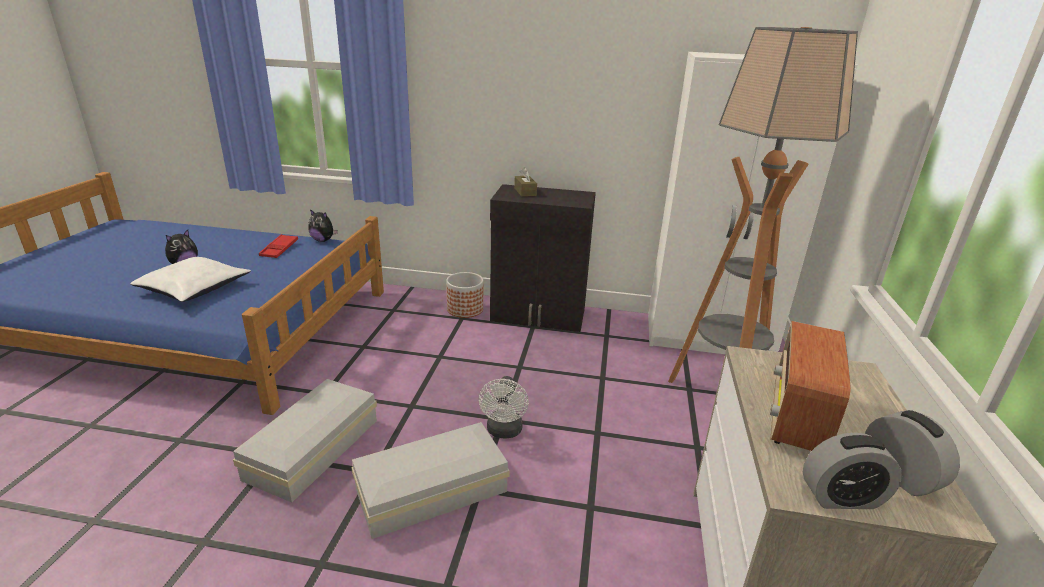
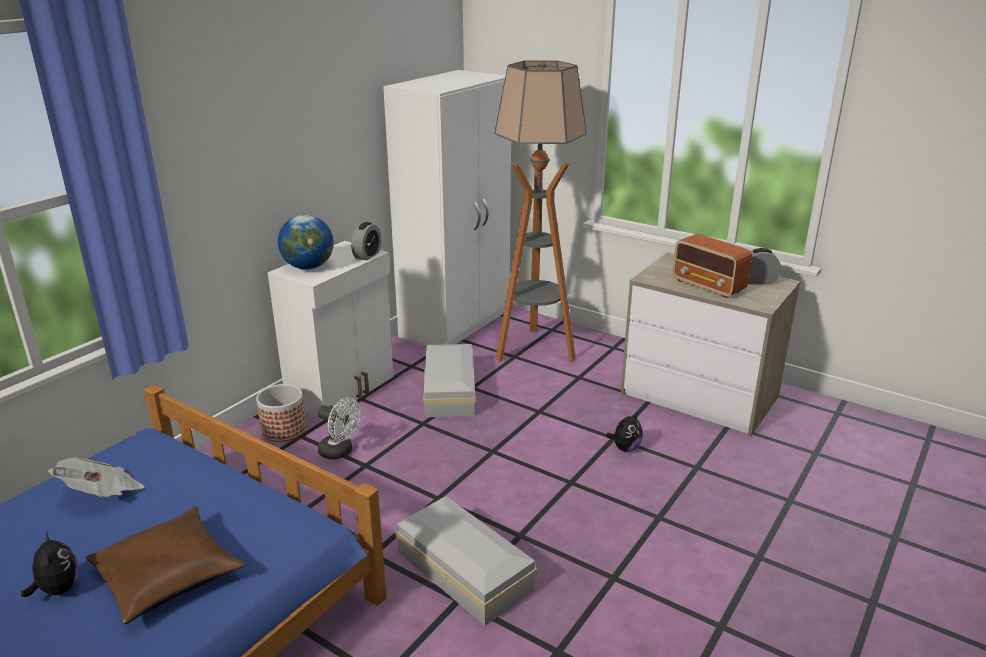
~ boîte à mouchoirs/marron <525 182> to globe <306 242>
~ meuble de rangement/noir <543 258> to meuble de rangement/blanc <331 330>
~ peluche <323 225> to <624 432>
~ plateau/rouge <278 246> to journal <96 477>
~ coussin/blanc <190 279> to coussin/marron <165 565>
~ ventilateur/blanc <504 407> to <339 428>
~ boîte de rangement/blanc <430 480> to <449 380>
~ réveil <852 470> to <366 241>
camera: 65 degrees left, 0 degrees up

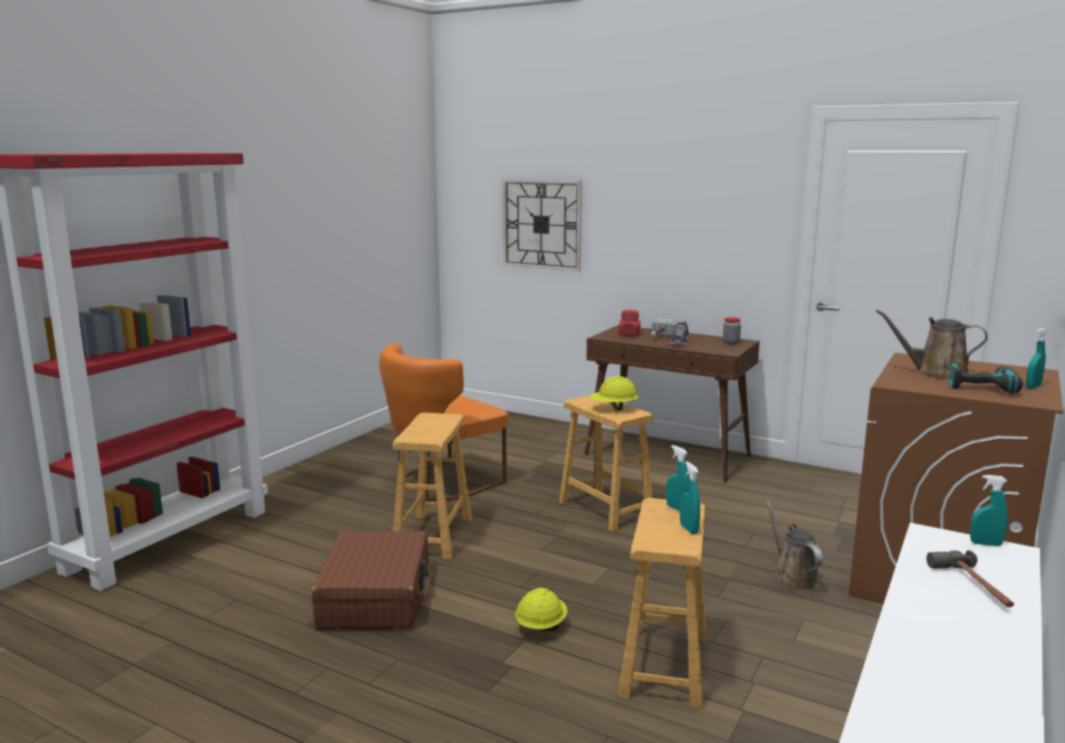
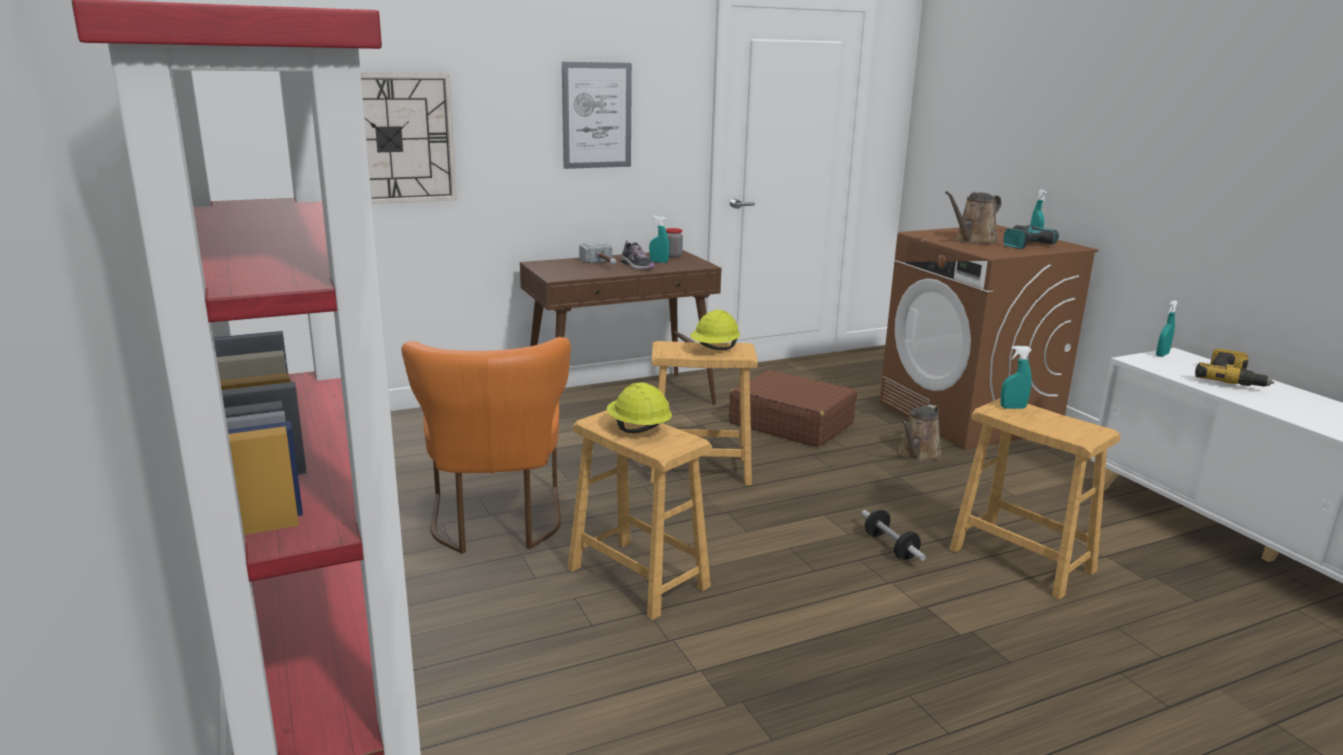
- bocal/rouge <629 323>
~ vaporisateur/turquoise <690 498> to <659 239>
~ arrosoir/marron <794 546> = <920 433> 75 degrees counterclockwise
~ valise/marron <371 579> to <793 408>
~ marteau <970 578> to perceuse <1234 367>
~ casque de chantier/jaune <541 609> to <639 407>
+ tableau <597 115>
+ haltère <893 535>
camera: 55 degrees left, 5 degrees up

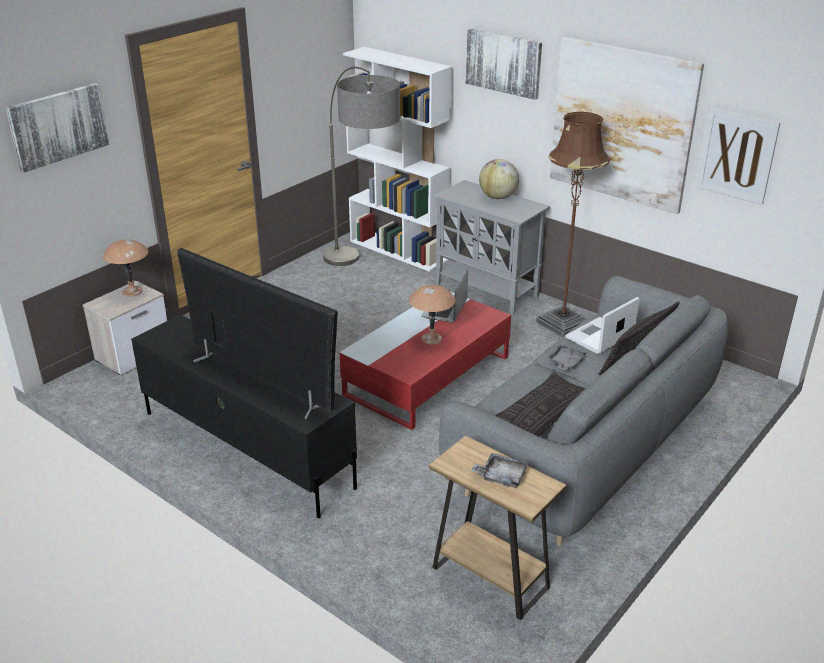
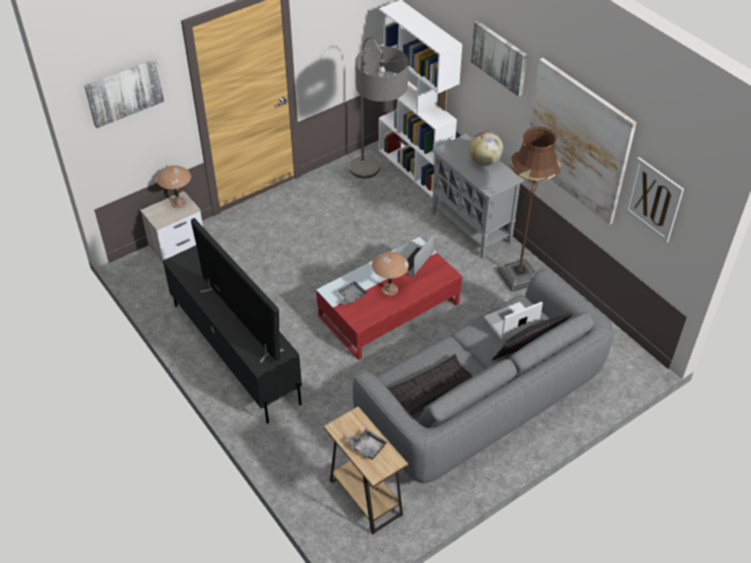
~ plateau/gris <566 357> to <352 293>
camera: 15 degrees right, 15 degrees up

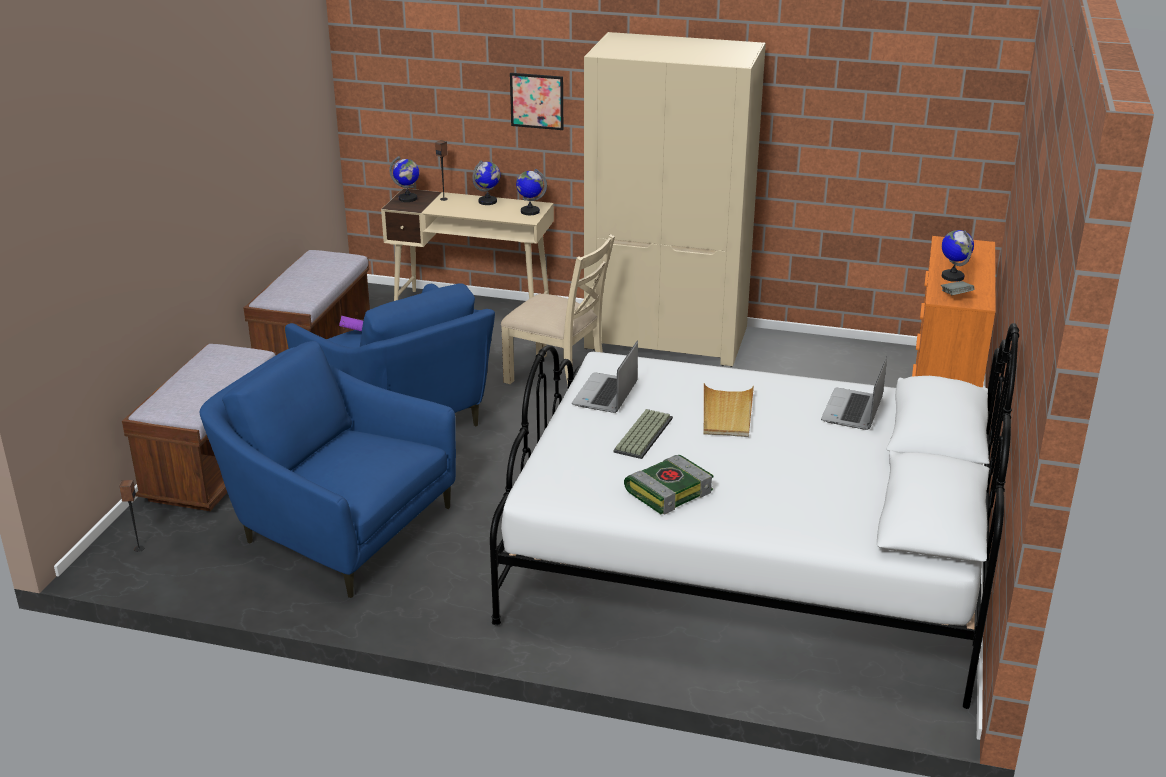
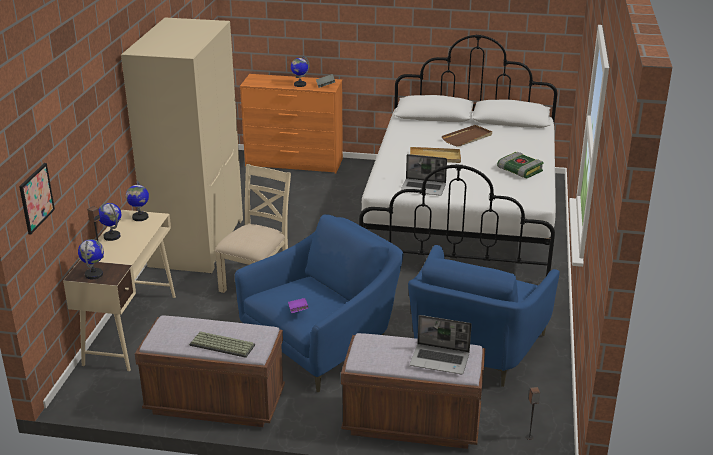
~ tableau <536 101> to <37 199>
~ ordinateur portable <854 393> to <441 344>
~ clavier <643 434> to <222 344>
+ plateau/marron <467 136>
camera: 95 degrees left, 0 degrees up

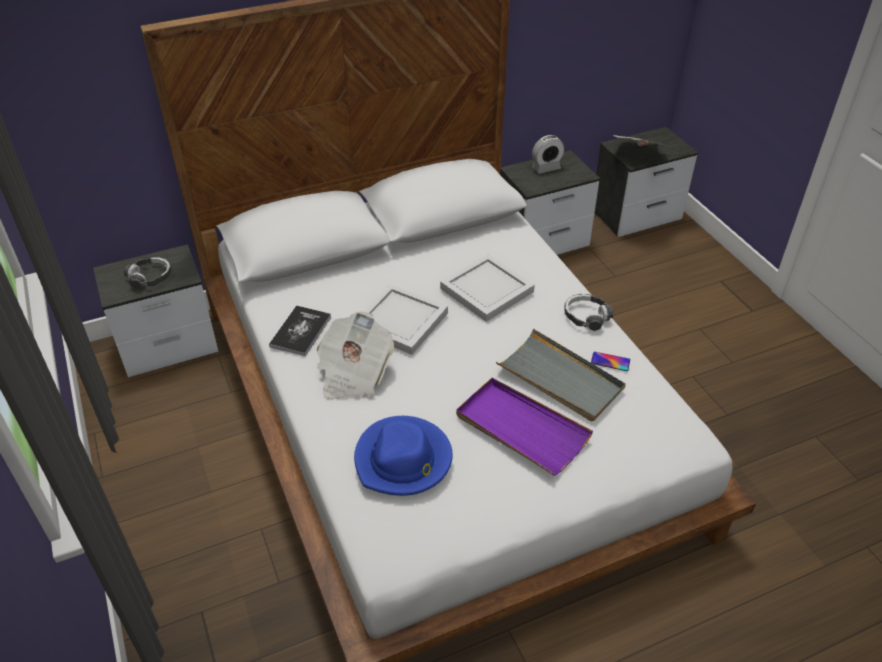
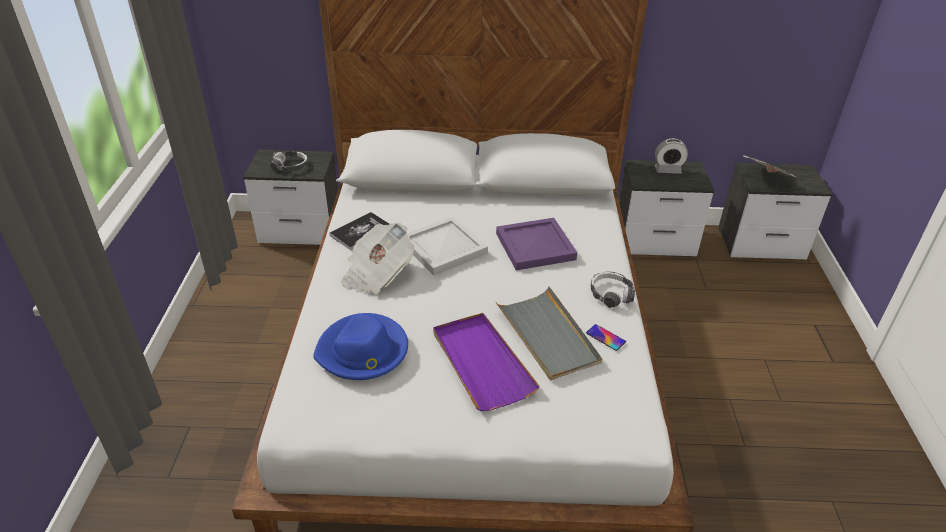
~ plateau/blanc <487 288> to plateau/violet <536 244>
camera: 25 degrees right, 5 degrees down

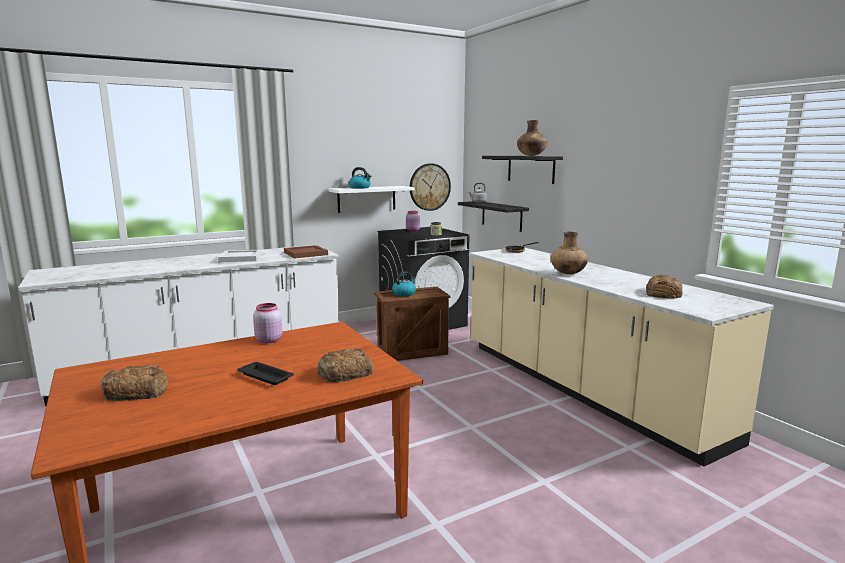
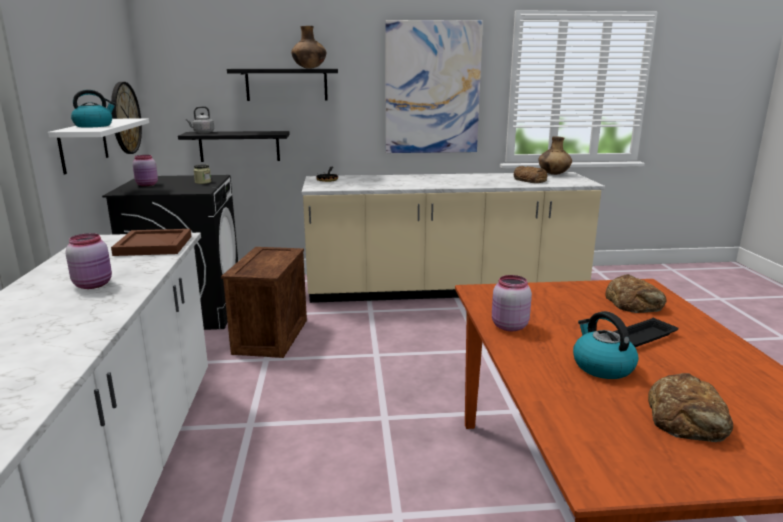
~ vase/marron <569 253> to <555 155>
~ plateau/blanc <239 256> to bocal/rose <89 261>
~ bouilloire <404 283> to <606 345>
+ tableau <434 86>
camera: 65 degrees left, 5 degrees up

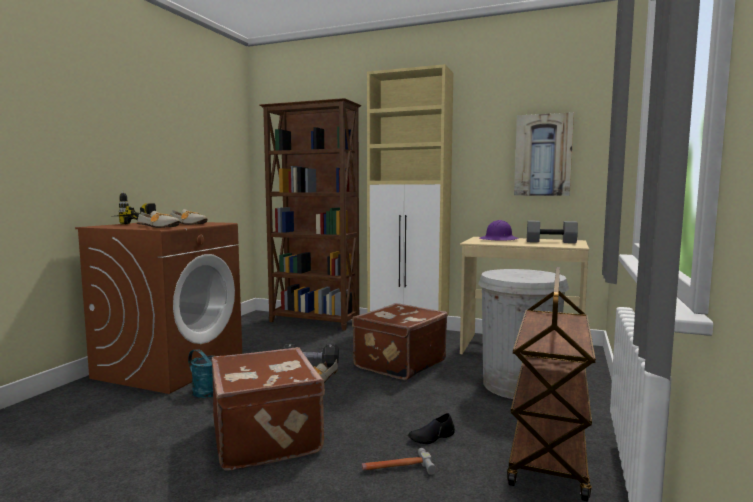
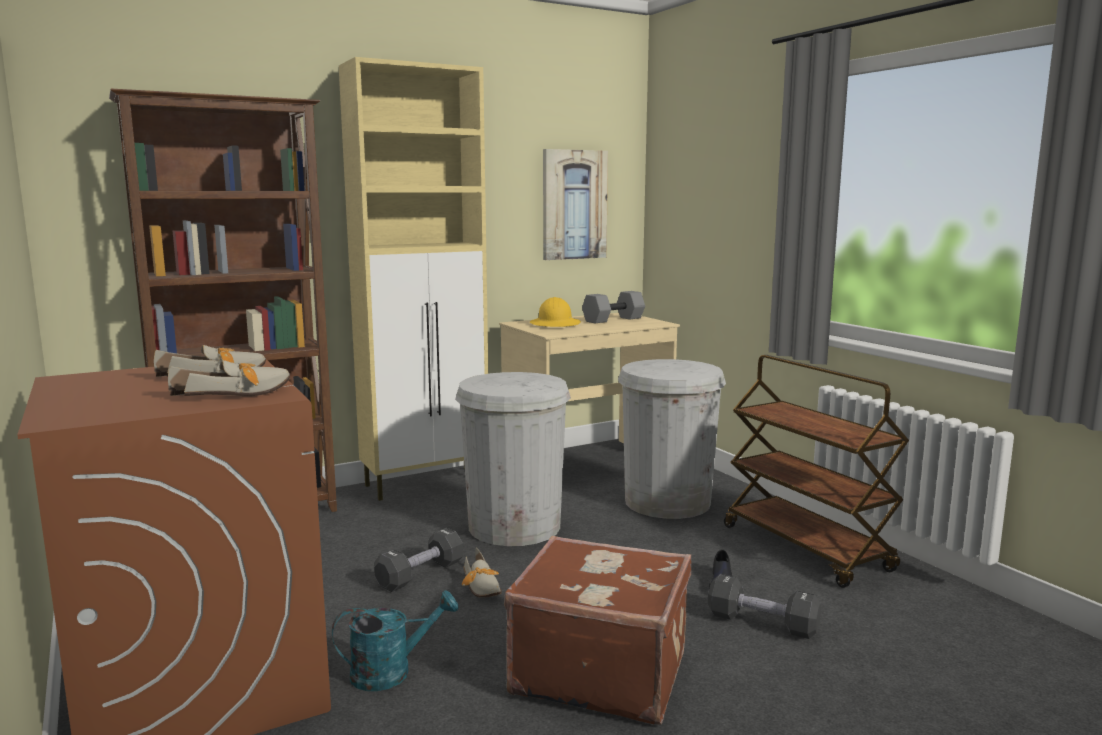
- perceuse <137 207>
~ casque de chantier/violet <499 230> to casque de chantier/jaune <555 312>
~ valise/marron <400 341> to poubelle/blanc <513 459>
~ marteau <399 461> to haltère/noir <764 606>
camera: 50 degrees left, 5 degrees up

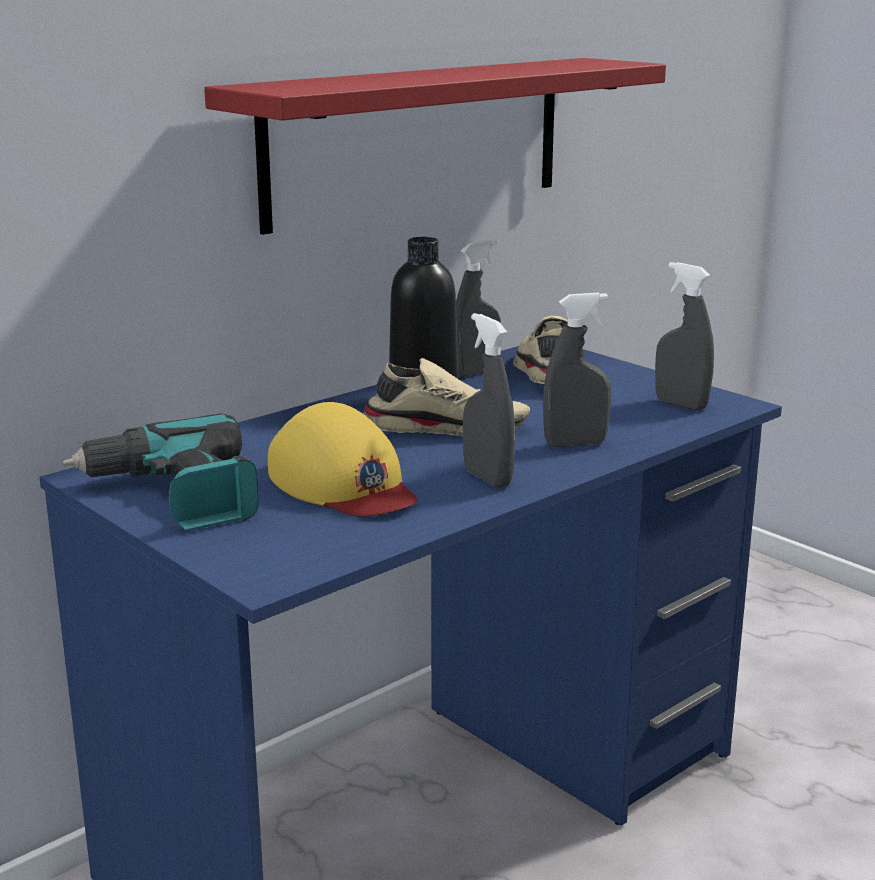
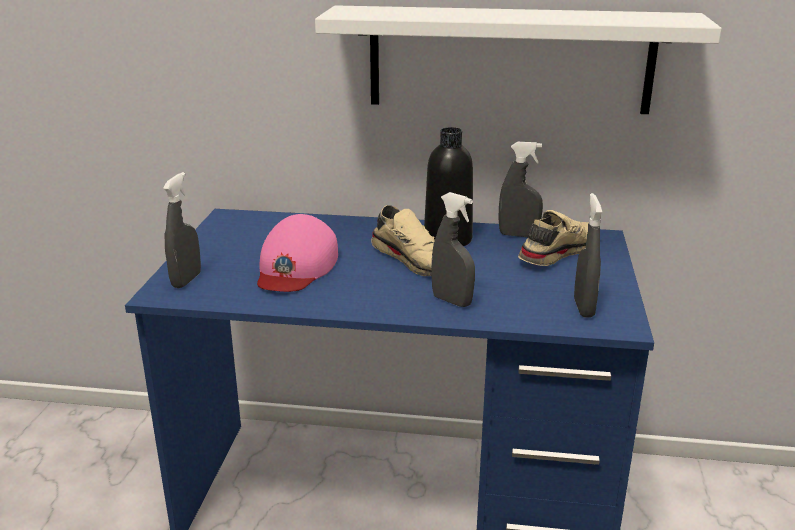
~ étagère/rouge <435 146> to étagère/blanc <518 59>
~ vaporisateur/gris <489 400> to <182 230>
~ casquette/jaune <342 459> to casquette/rose <297 253>
- perceuse <160 471>
camera: 50 degrees right, 5 degrees up

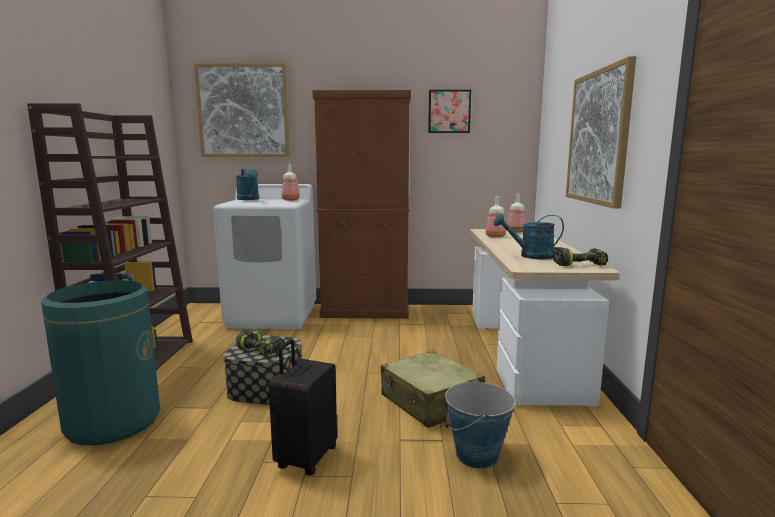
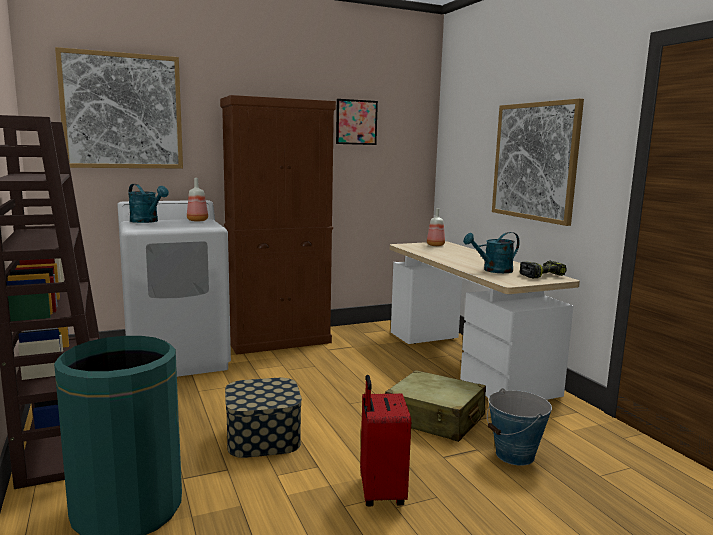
- bouteille <496 217>
- perceuse <260 342>
~ valise/noir <303 407> to valise/rouge <385 440>
camera: 25 degrees left, 0 degrees up

